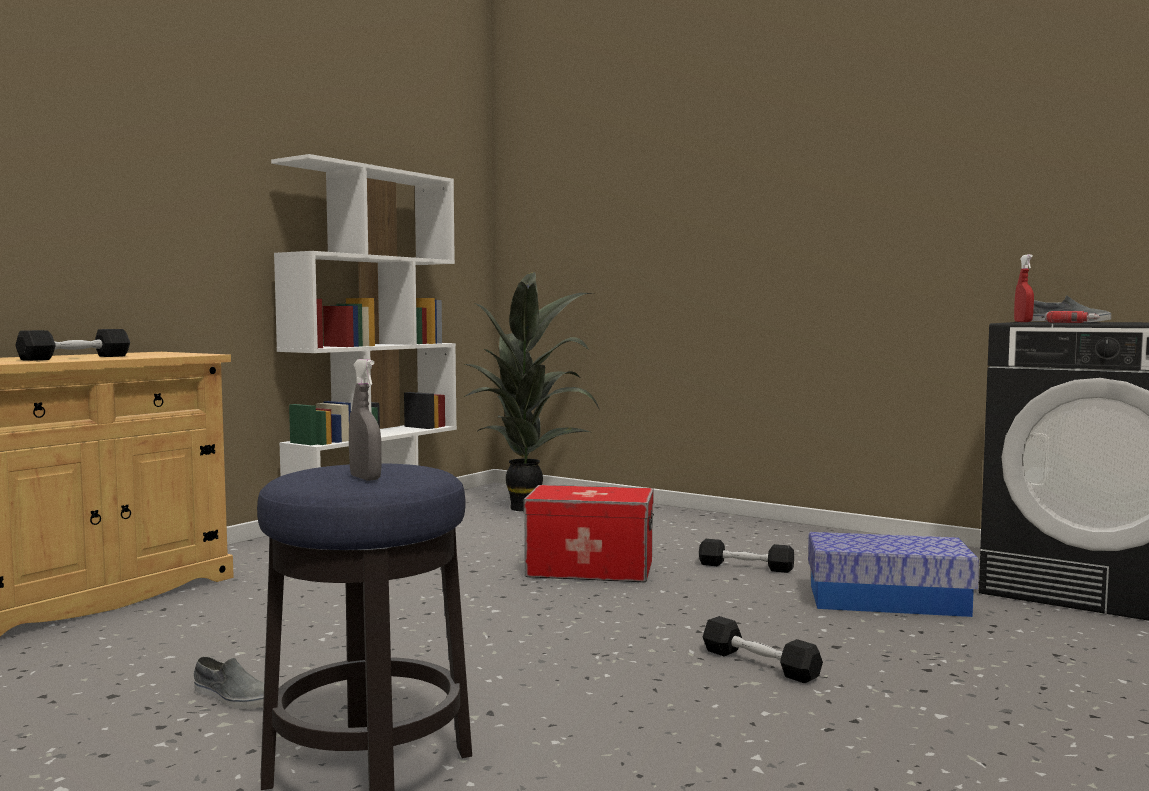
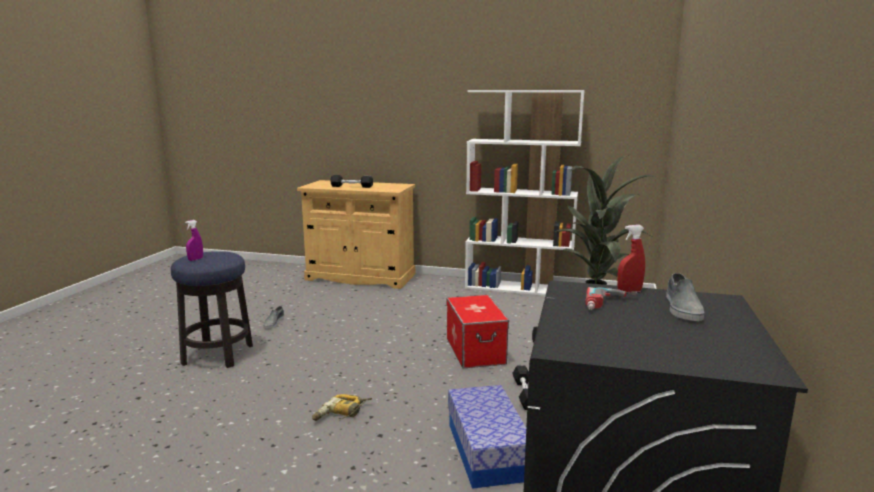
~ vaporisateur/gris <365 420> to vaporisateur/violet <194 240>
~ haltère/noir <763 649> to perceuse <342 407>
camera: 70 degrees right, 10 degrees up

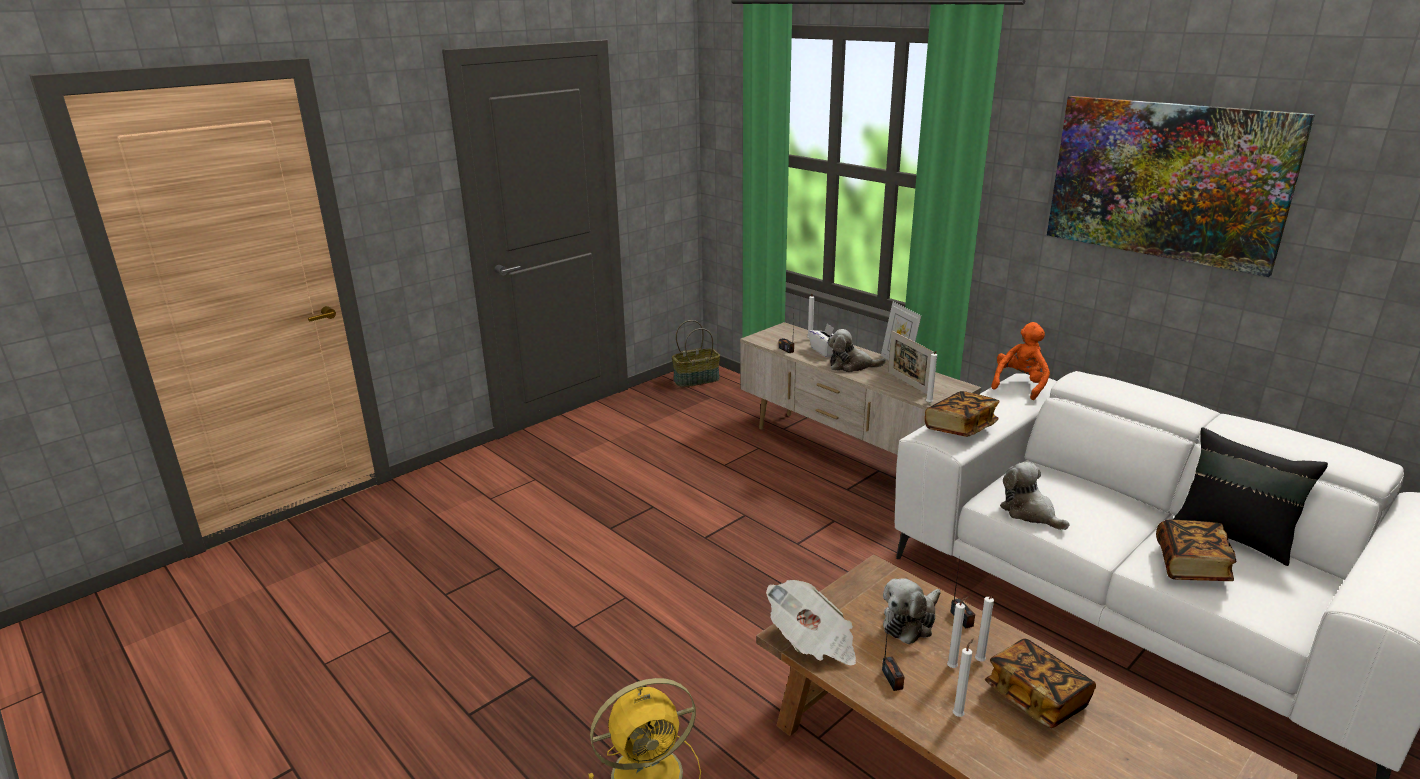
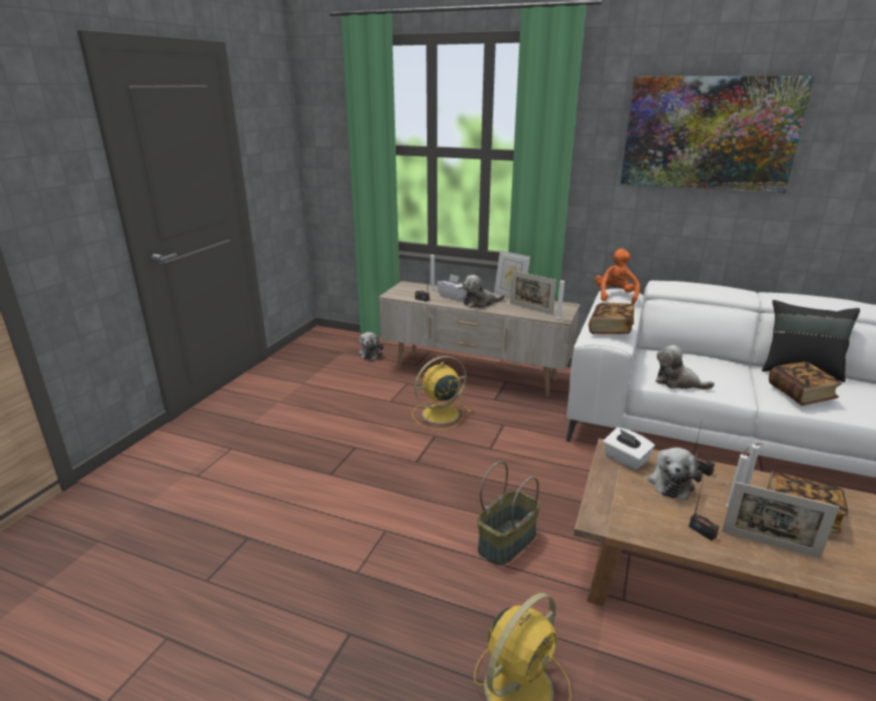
~ panier <696 353> to <508 513>
- journal <811 622>
~ bougie/blanc <963 678> to cadre photo <780 520>
+ peluche <371 346>
+ ventilateur/jaune <441 393>
+ boîte à mouchoirs/blanc <629 448>
camera: 25 degrees left, 0 degrees up

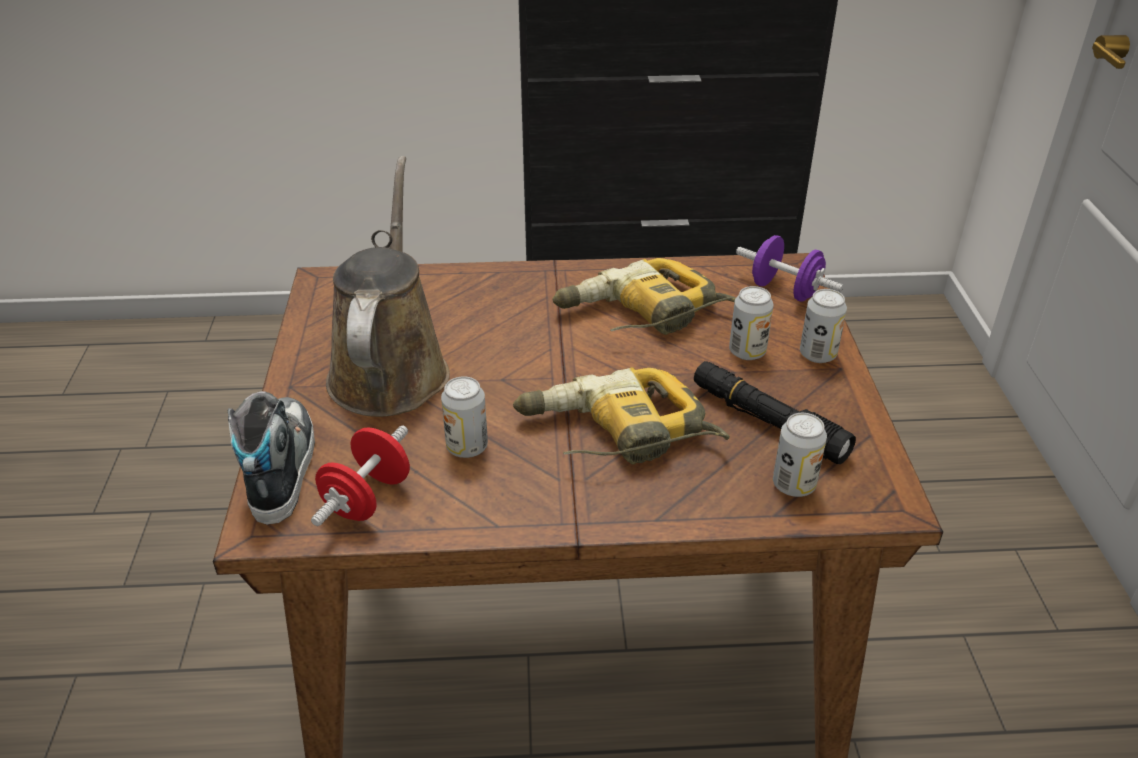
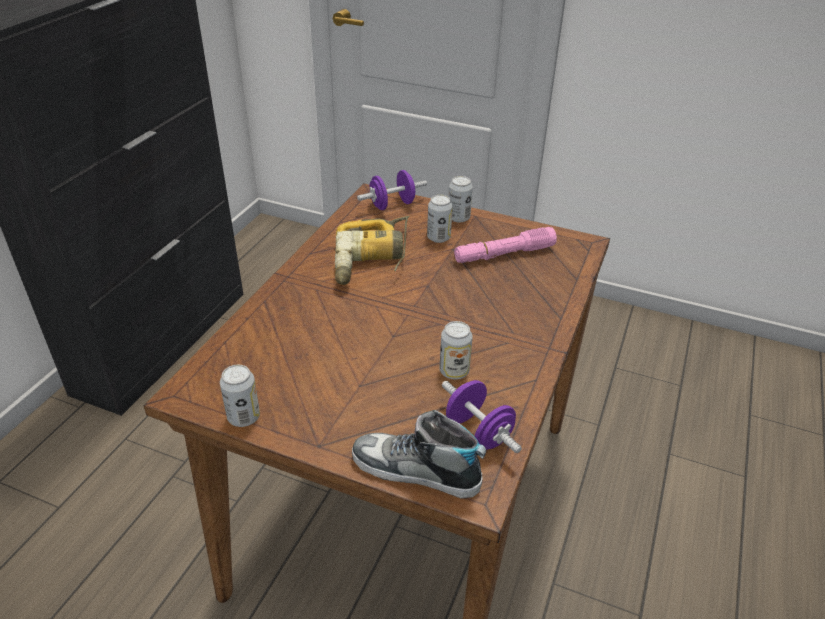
- arrosoir/marron <388 286>
~ lampe de poche/noir <775 412> to lampe de poche/rose <505 245>
- perceuse <621 415>
~ boîte métallique <800 455> to <240 396>
~ haltère/rouge <360 476> to haltère/violet <482 416>
camera: 65 degrees left, 0 degrees up

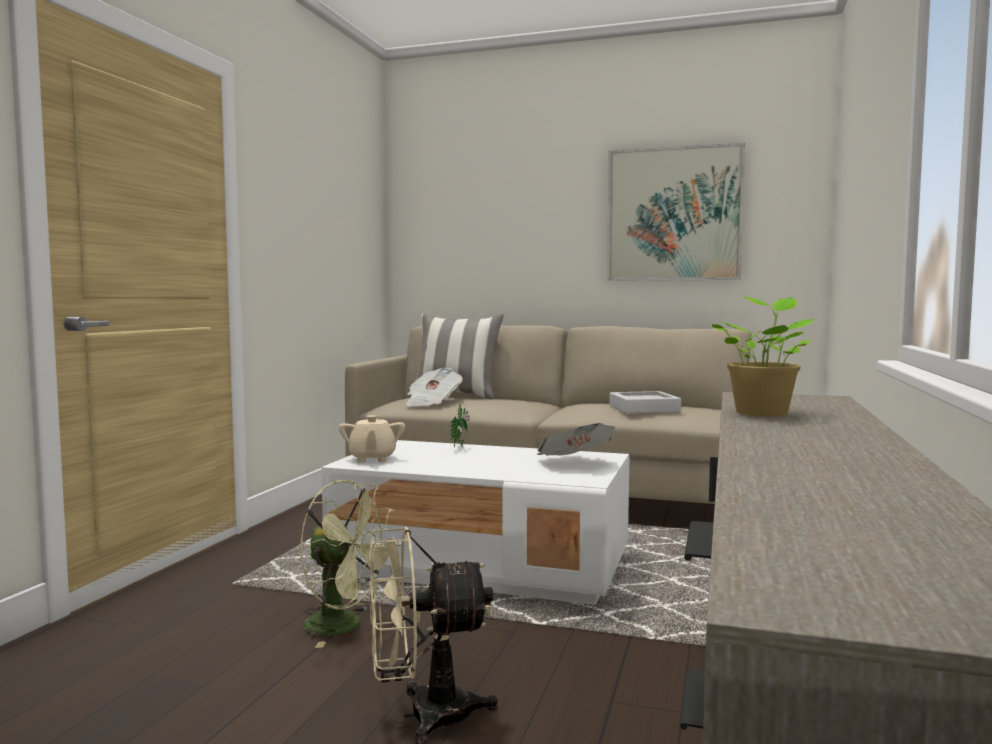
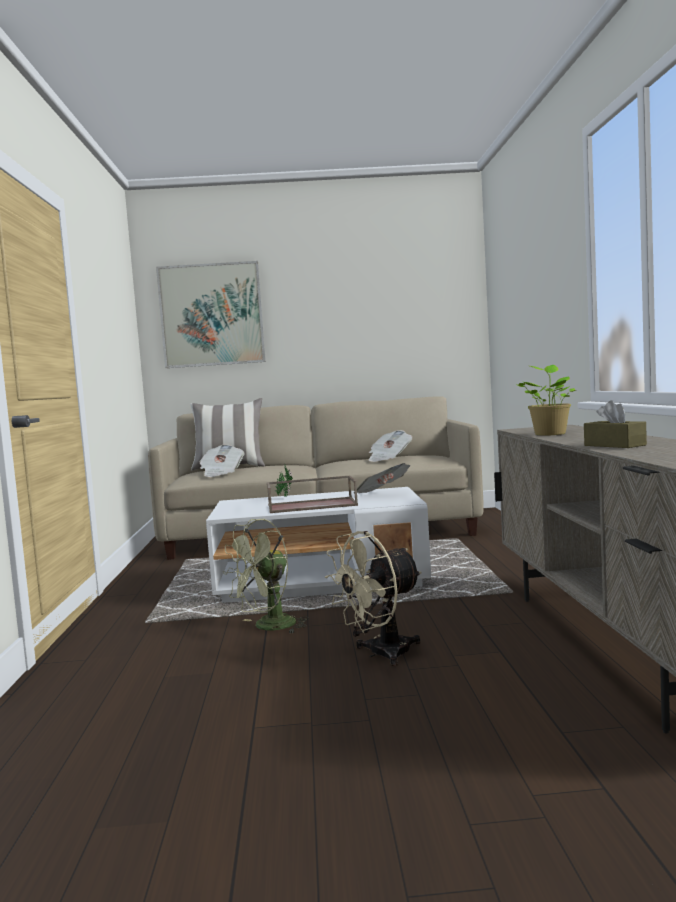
~ tableau <676 212> to <211 314>
~ plateau/gris <645 402> to journal <390 446>
- théière/beige <371 439>
~ ventilateur/vert <349 564> = <266 575> 135 degrees clockwise
+ boîte à mouchoirs/marron <615 424>
+ plateau/marron <312 494>
camera: 20 degrees left, 0 degrees up

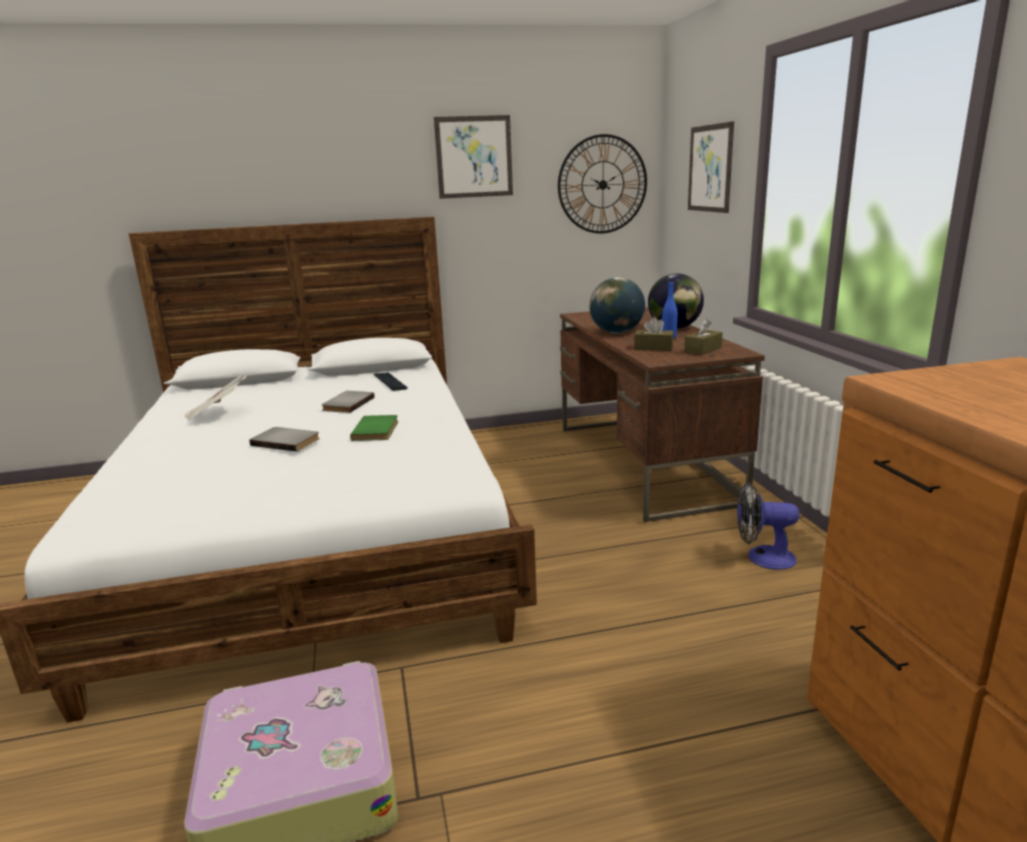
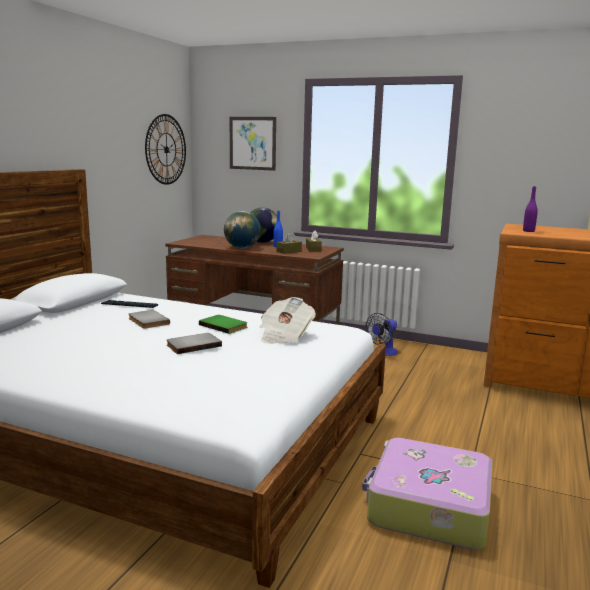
- tableau <473 157>
~ journal <215 397> to <288 320>
+ bouteille/violet <530 209>
camera: 55 degrees left, 5 degrees down

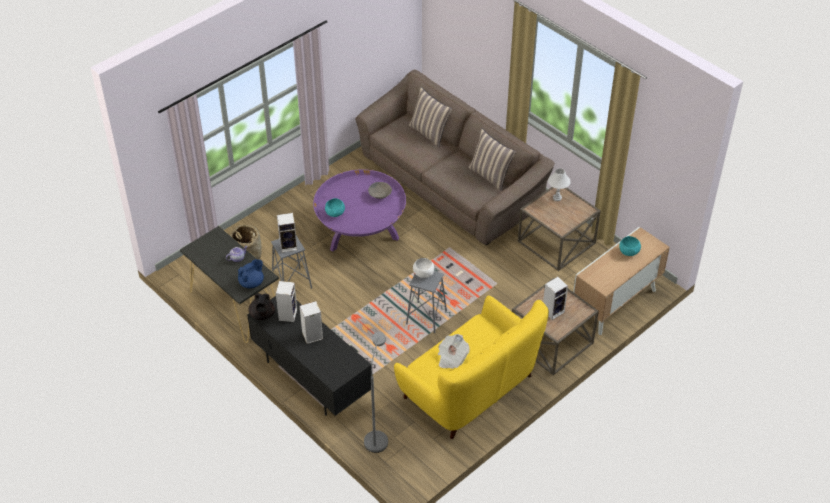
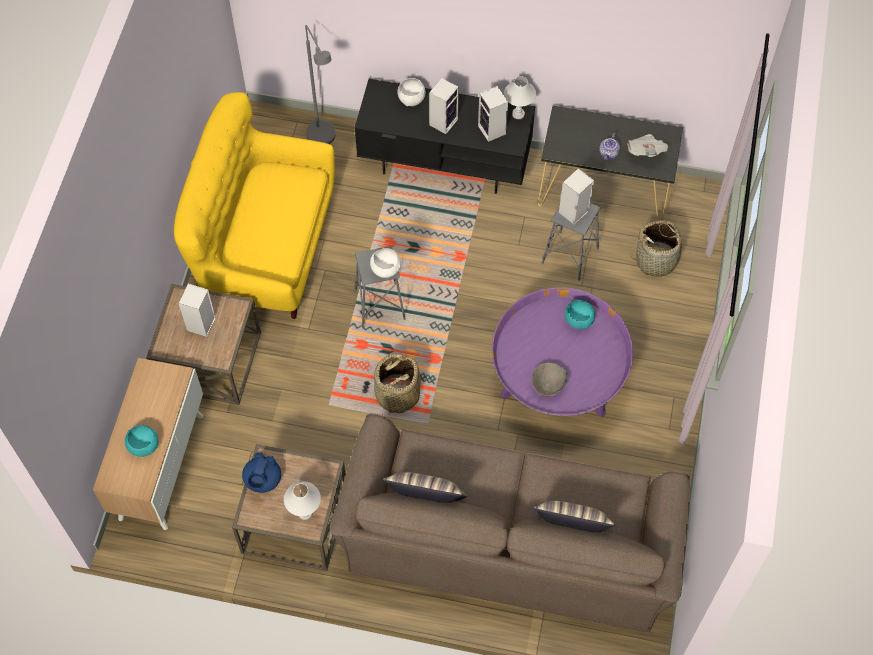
~ théière/bleu <251 273> to <261 472>
~ théière/noir <262 306> to lampe de table/blanc <520 97>
~ journal <454 351> to <647 145>
+ bol/blanc <411 92>
+ panier <397 385>
camera: 145 degrees right, 15 degrees up

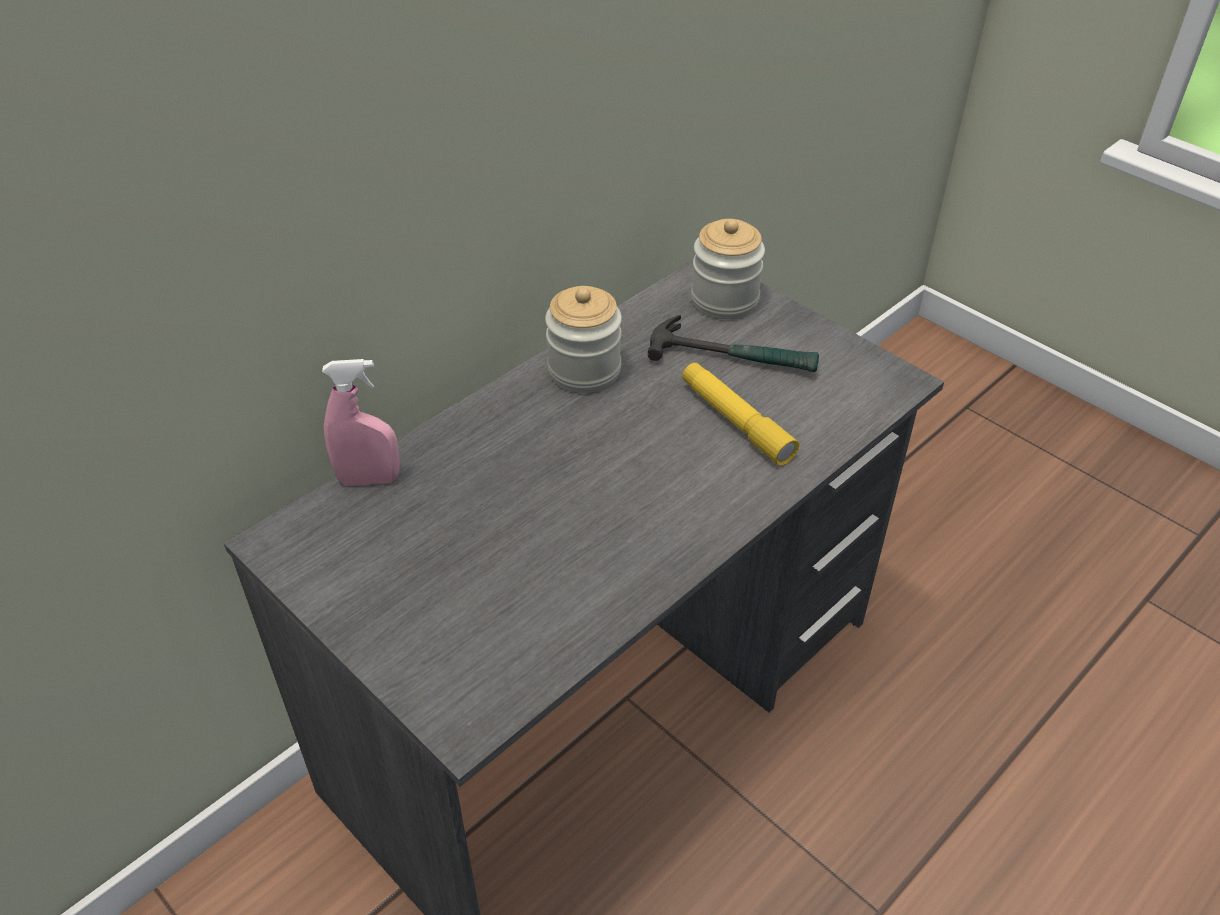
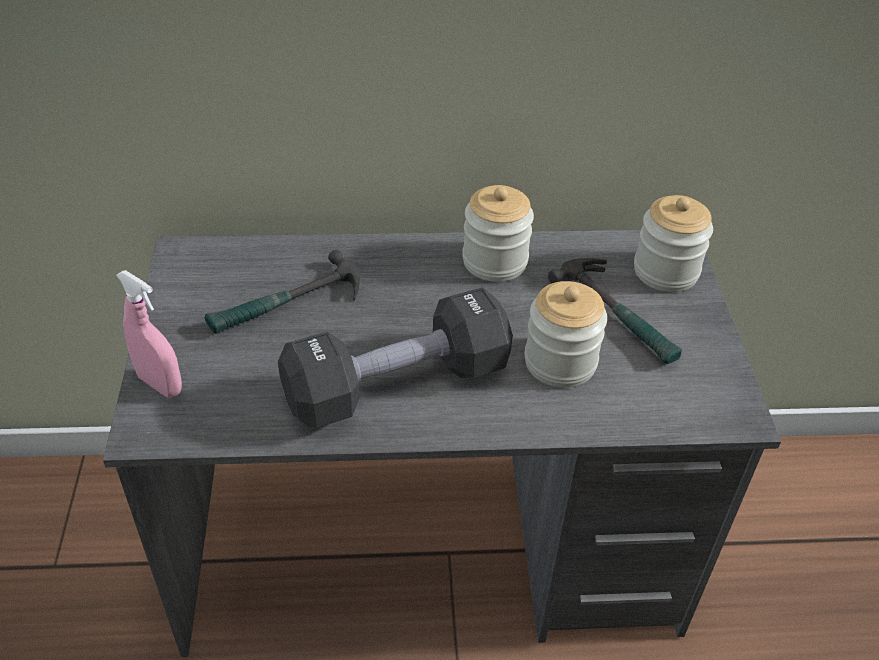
~ vaporisateur/rose <361 422> to <149 333>
~ lampe de poche/jaune <740 414> to bocal <566 334>
+ marteau <282 292>
+ haltère/noir <395 358>
camera: 40 degrees right, 0 degrees up

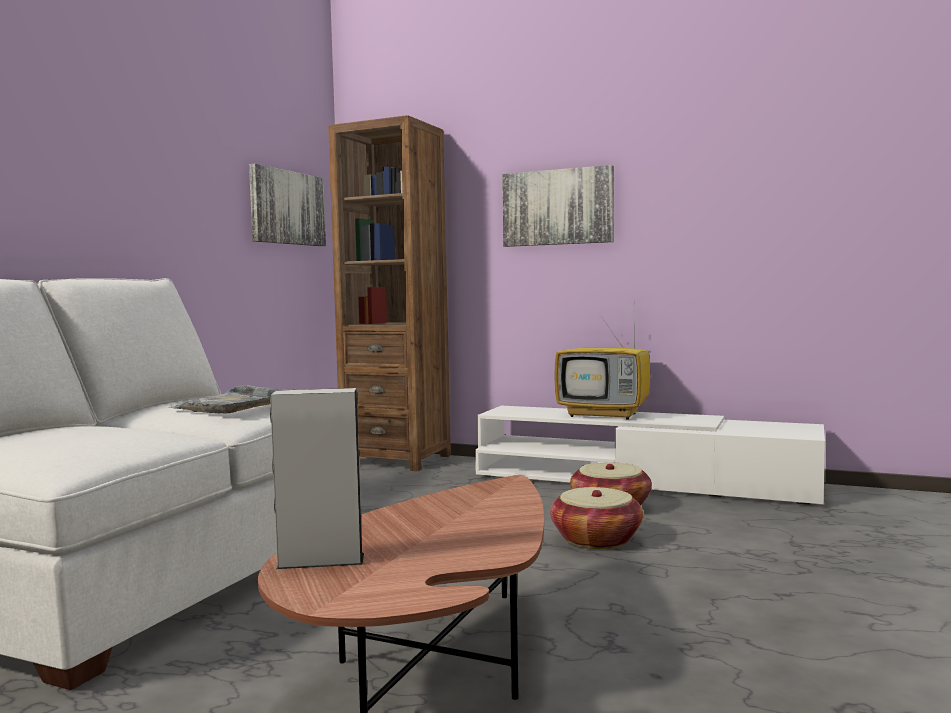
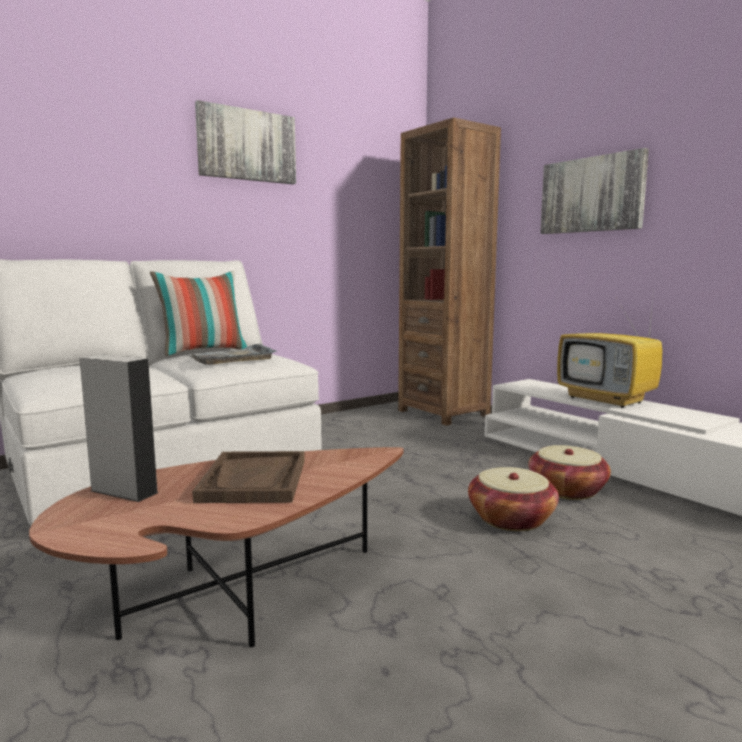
~ tableau <287 205> to <245 142>
+ coussin <199 313>
+ plateau/marron <248 477>
camera: 30 degrees right, 5 degrees up

